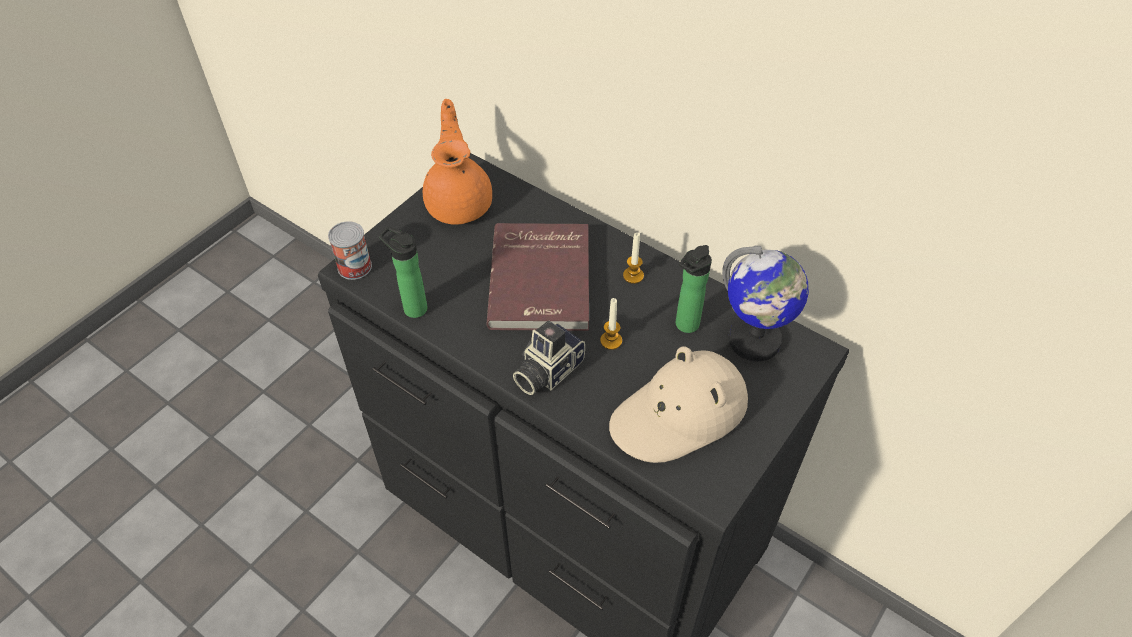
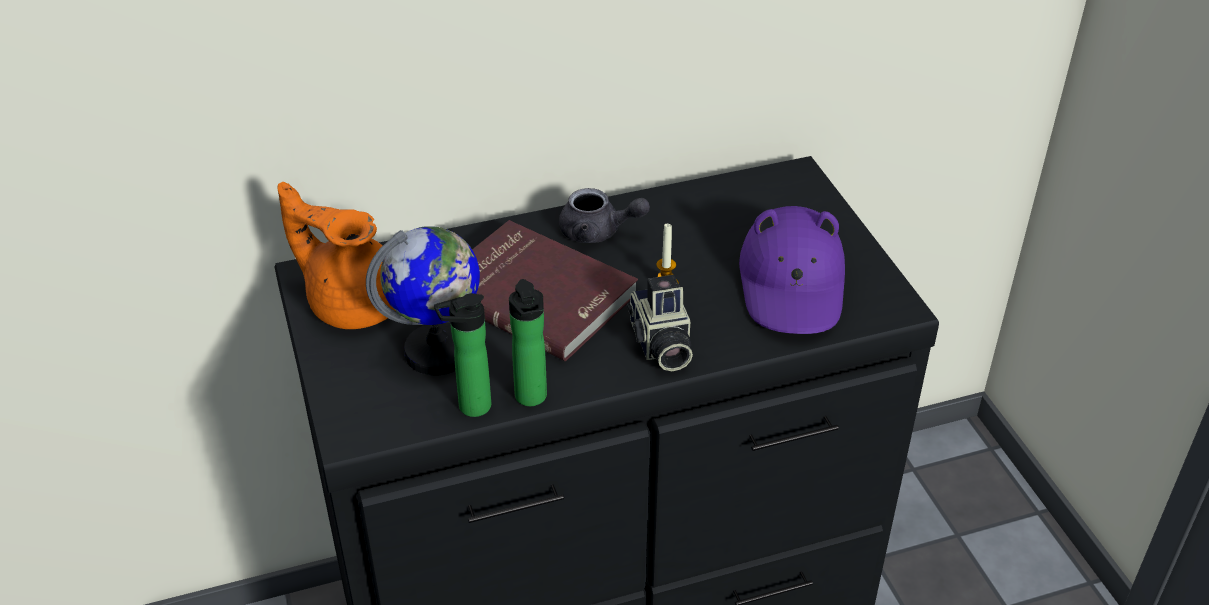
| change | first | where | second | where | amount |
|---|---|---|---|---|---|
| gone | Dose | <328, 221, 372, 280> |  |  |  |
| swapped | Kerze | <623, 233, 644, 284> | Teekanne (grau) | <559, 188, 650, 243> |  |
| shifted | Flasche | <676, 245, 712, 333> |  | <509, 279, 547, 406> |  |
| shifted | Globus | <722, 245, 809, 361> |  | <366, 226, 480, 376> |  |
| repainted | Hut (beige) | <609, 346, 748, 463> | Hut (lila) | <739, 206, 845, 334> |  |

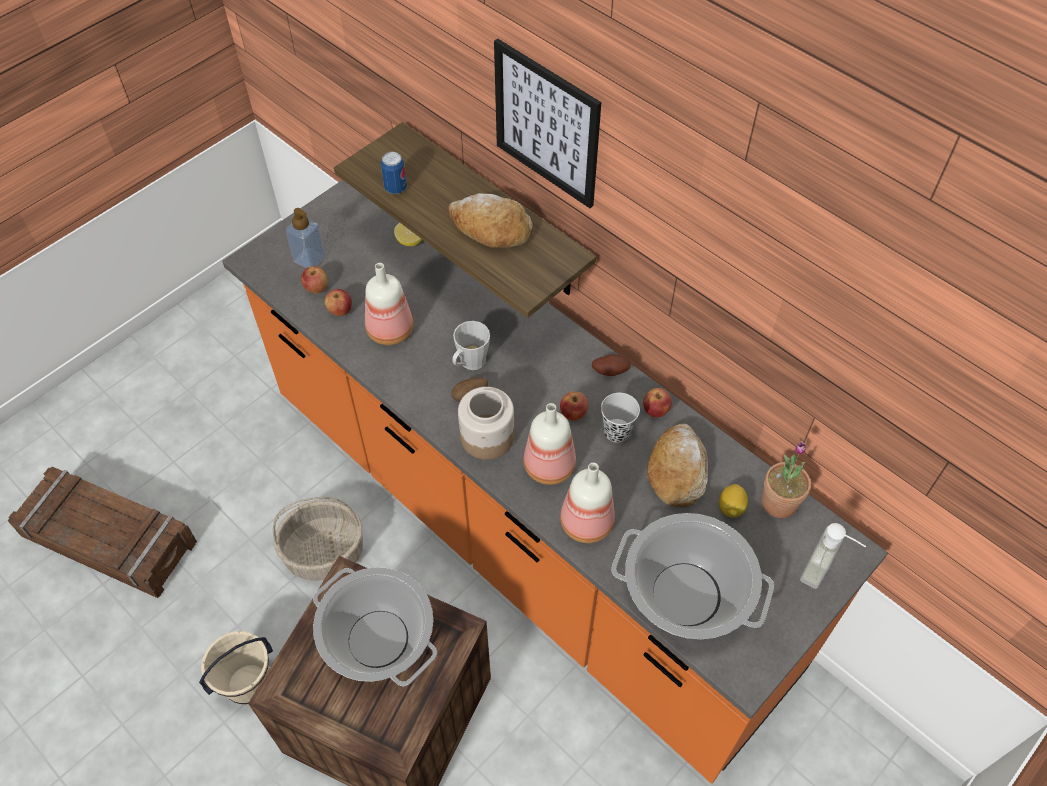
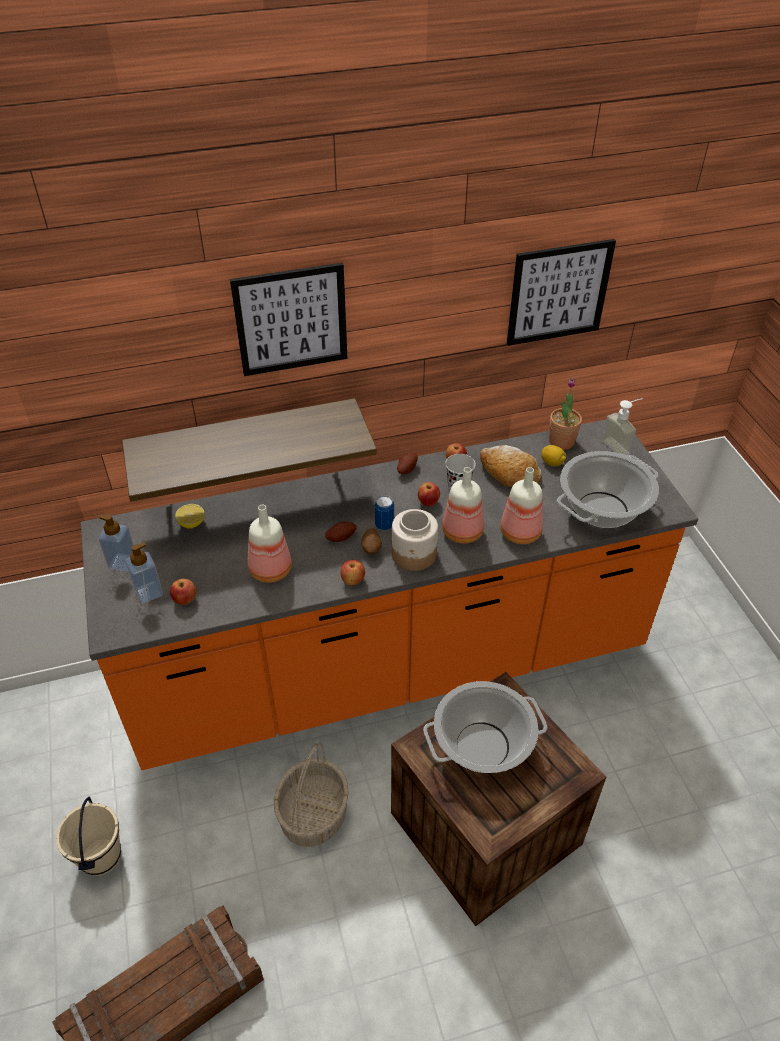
| change | first | where | second | where | amount |
|---|---|---|---|---|---|
| shifted | Dose | <381, 152, 407, 194> |  | <375, 496, 394, 530> |  |
| gone | Brot | <448, 193, 533, 248> |  |  |  |
| shifted | Apfel | <325, 289, 352, 316> |  | <340, 560, 365, 586> |  |
| swapped | Henkelbecher (grau) | <452, 321, 490, 370> | Kartoffel | <325, 522, 357, 542> |  |
| shifted | Eimer (beige) | <199, 631, 273, 705> |  | <56, 797, 121, 876> |  |
| new |  |  | Bild | <507, 239, 616, 346> |  |
| new |  |  | Seifenspender | <99, 515, 134, 572> |  |

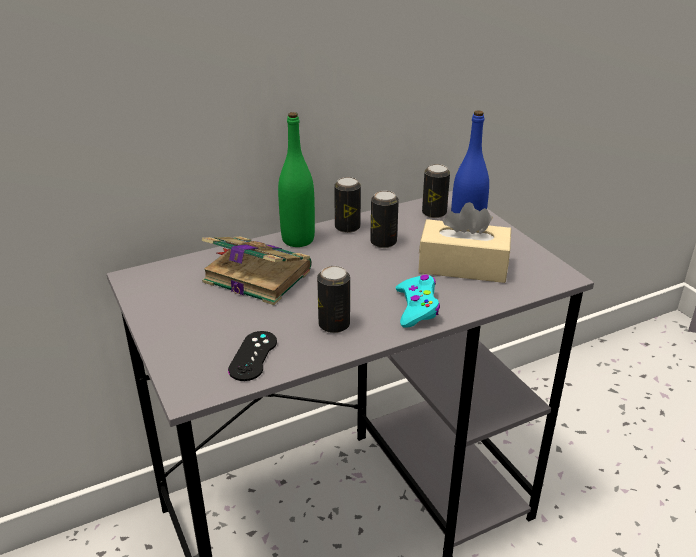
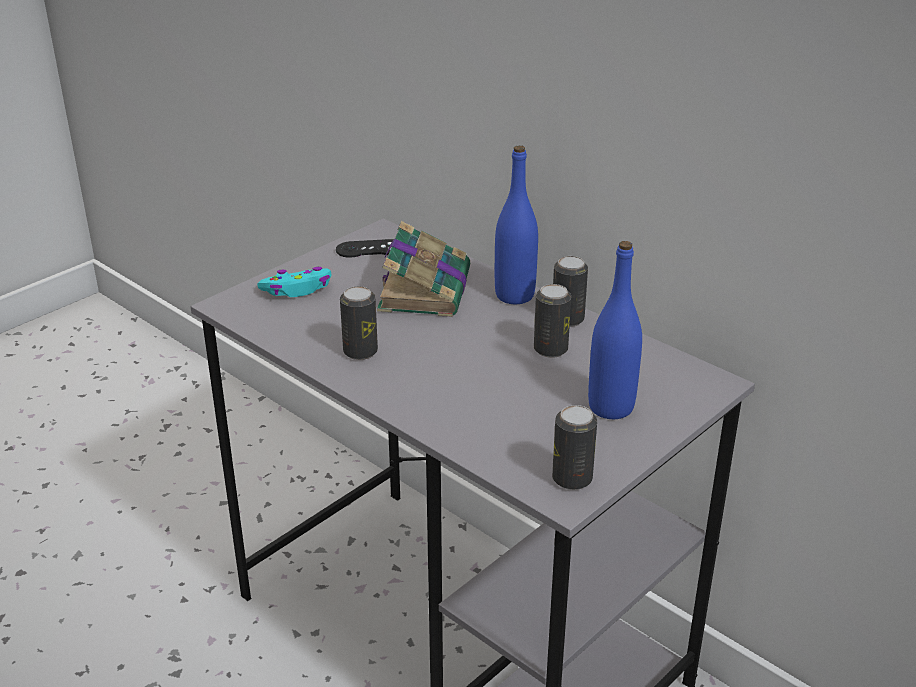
| change | first | where | second | where | amount |
|---|---|---|---|---|---|
| repainted | Flasche (grün) | <278, 112, 315, 247> | Flasche (blau) | <495, 145, 538, 304> |  |
| shifted | Dose | <422, 164, 450, 218> |  | <552, 405, 597, 490> |  |
| gone | Taschentuchbox (beige) | <418, 202, 511, 283> |  |  |  |
| shifted | Gamepad (türkis) | <396, 275, 440, 328> |  | <257, 267, 332, 297> |  |
| shifted | Gamepad (schwarz) | <228, 331, 277, 381> |  | <336, 239, 394, 258> |  |

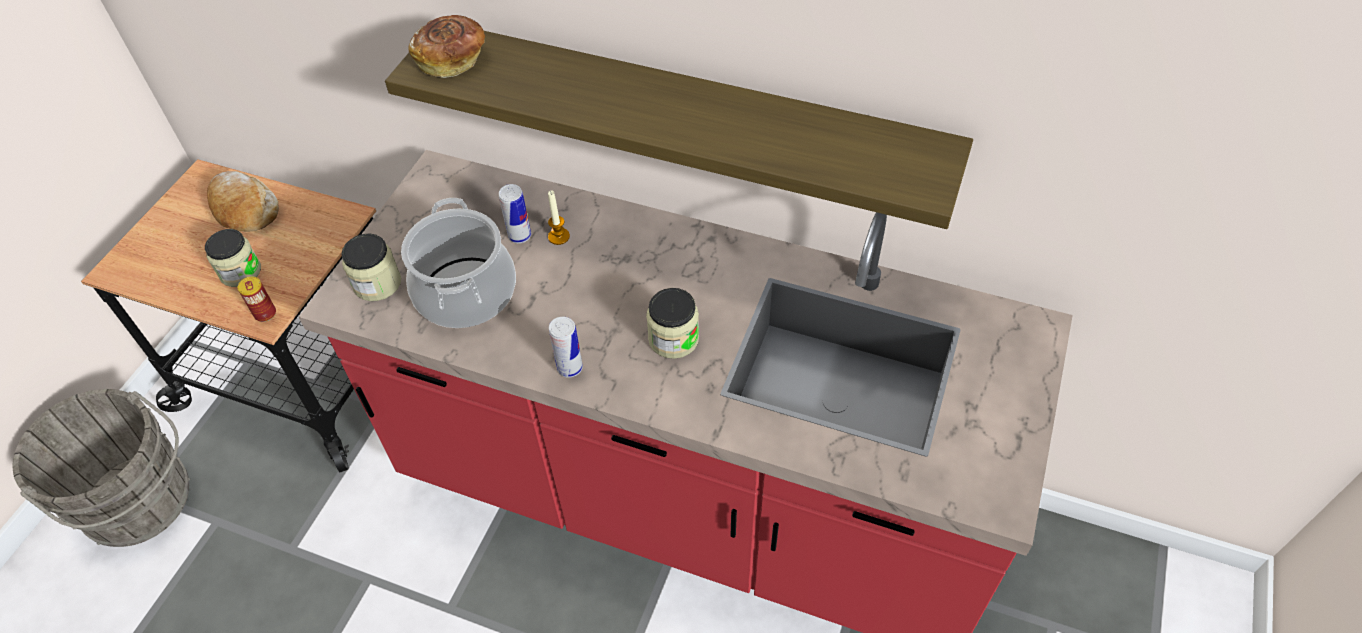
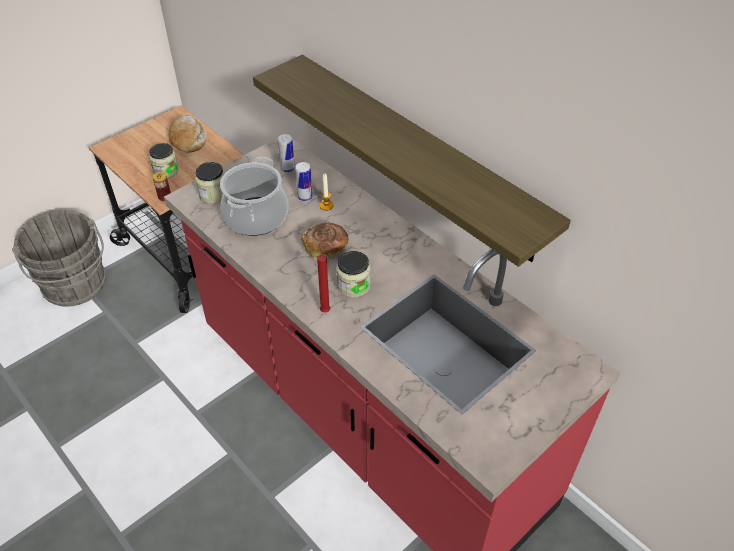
| change | first | where | second | where | amount |
|---|---|---|---|---|---|
| shifted | Brot | <408, 15, 485, 78> |  | <301, 223, 349, 260> |  |
| shifted | Dose | <549, 317, 583, 378> |  | <278, 134, 295, 173> |  |
| new |  |  | Kerze (rot) | <317, 254, 330, 312> |  |

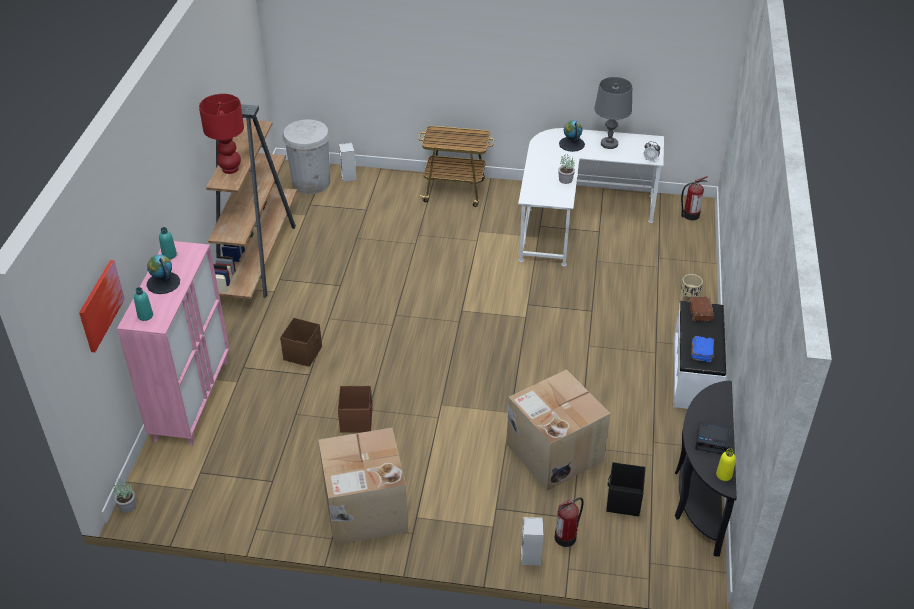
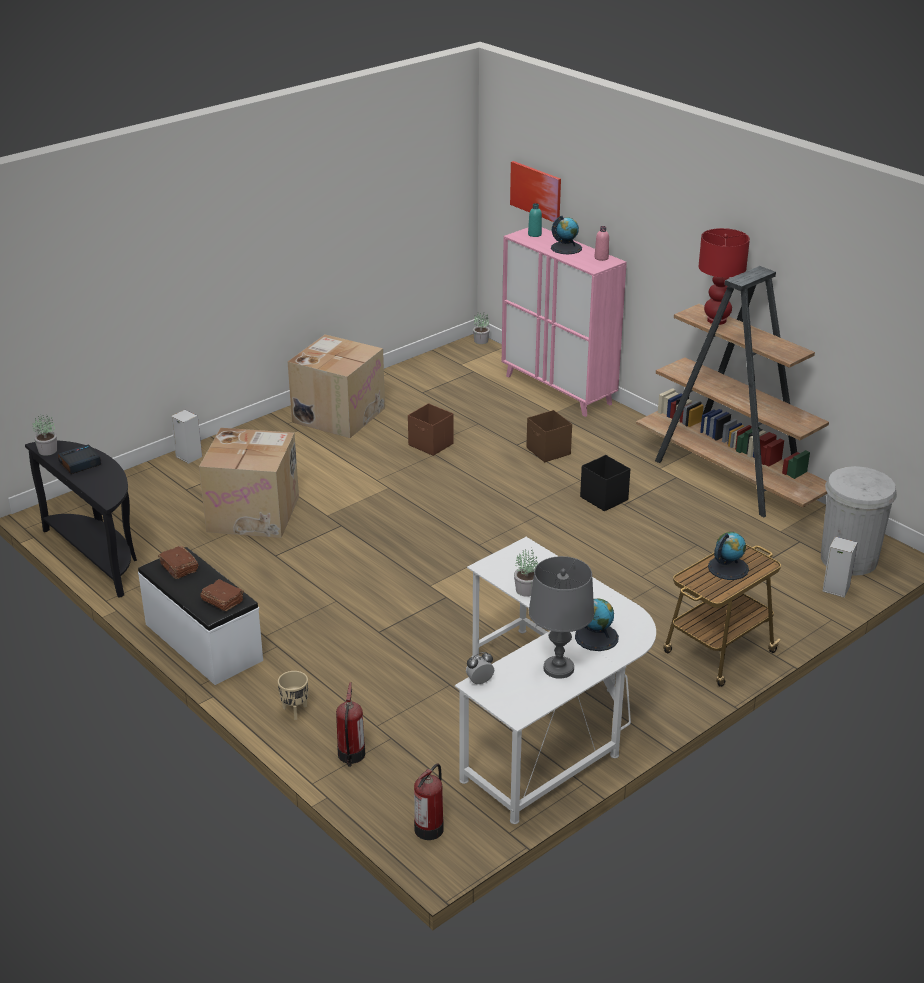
| change | first | where | second | where | amount |
|---|---|---|---|---|---|
| repainted | Flasche (türkis) | <159, 227, 177, 259> | Flasche (rosa) | <594, 226, 609, 261> |  |
| repainted | Buch (blau) | <691, 336, 714, 362> | Buch (braun) | <158, 546, 198, 579> |  |
| swapped | Flasche (gelb) | <716, 448, 736, 481> | Topfpflanze | <33, 414, 57, 456> |  |
| shifted | Aufbewahrungsbox (schwarz) | <606, 462, 645, 516> |  | <580, 455, 630, 511> |  |
| shifted | Feuerlöscher | <555, 497, 584, 547> |  | <336, 682, 365, 767> |  |
| new |  |  | Globus | <708, 532, 749, 580> |  |

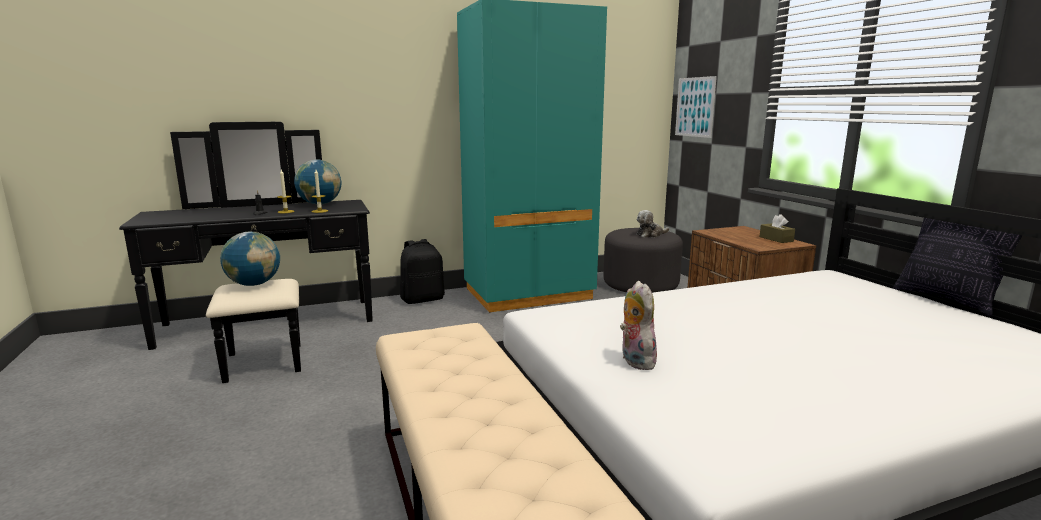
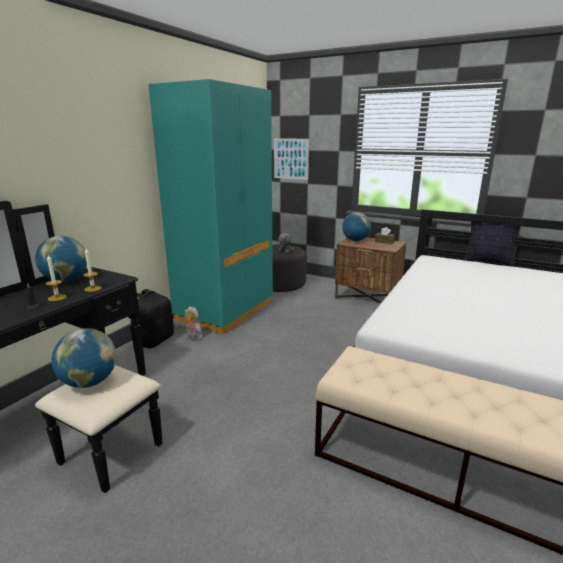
| change | first | where | second | where | amount |
|---|---|---|---|---|---|
| shifted | Plüschtier | <620, 281, 657, 370> |  | <184, 306, 203, 341> |  |
| new |  |  | Globus | <342, 212, 371, 241> |  |

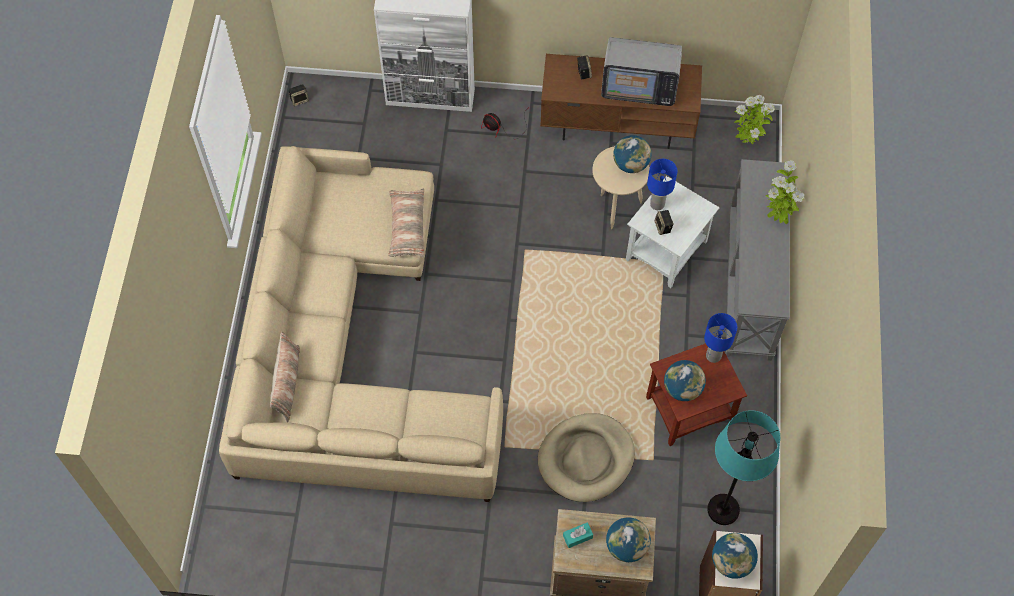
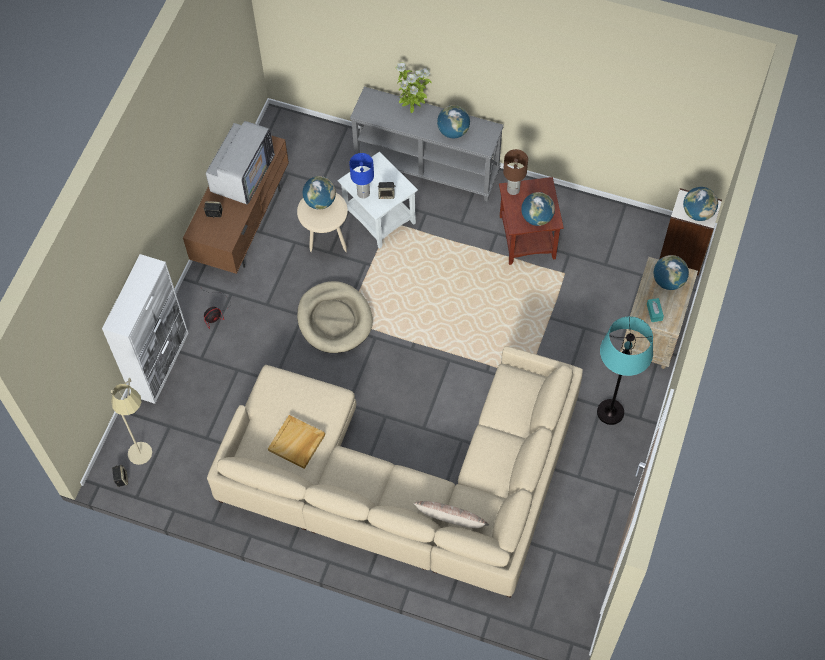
| change | first | where | second | where | amount |
|---|---|---|---|---|---|
| gone | Topfpflanze | <734, 95, 775, 144> |  |  |  |
| gone | Kissen | <388, 189, 424, 258> |  |  |  |
| repainted | Tischlampe (blau) | <704, 313, 737, 363> | Tischlampe (braun) | <503, 149, 528, 195> |  |
| shifted | Stehlampe (türkis) | <707, 410, 780, 525> |  | <597, 316, 653, 425> |  |
| shifted | Hundebett (beige) | <538, 413, 635, 502> |  | <297, 281, 373, 353> |  |
| new |  |  | Globus | <437, 105, 470, 138> |  |
| new |  |  | Stehlampe (beige) | <111, 378, 152, 465> |  |
| new |  |  | Tablett (beige) | <268, 415, 325, 469> |  |

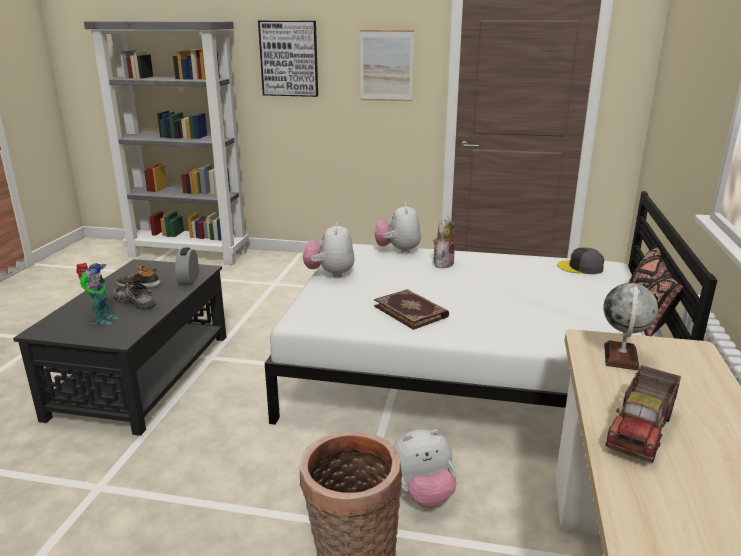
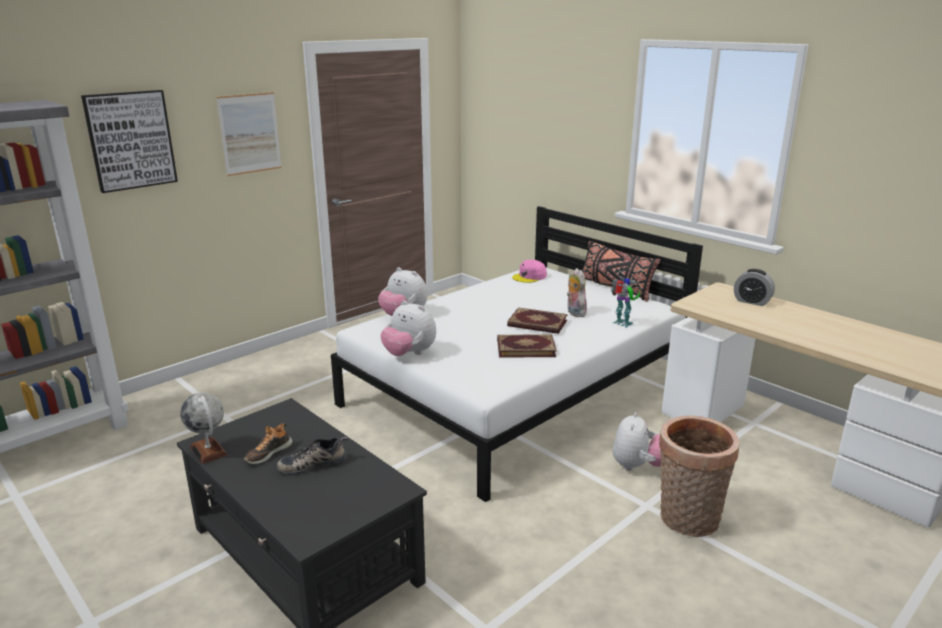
| change | first | where | second | where | amount |
|---|---|---|---|---|---|
| shifted | Plüschtier | <433, 216, 455, 268> |  | <567, 268, 587, 317> |  |
| repainted | Kappe (grau) | <557, 247, 604, 274> | Kappe (rosa) | <512, 260, 547, 283> |  |
| shifted | Wecker | <175, 248, 199, 285> |  | <734, 269, 775, 306> |  |
| shifted | Spielzeugroboter | <76, 263, 119, 325> |  | <611, 277, 640, 328> |  |
| shifted | Globus | <603, 283, 658, 370> |  | <180, 392, 228, 464> |  |
| gone | Spielzeuglaster | <606, 365, 681, 463> |  |  |  |
| new |  |  | Buch | <507, 307, 568, 334> |  |

